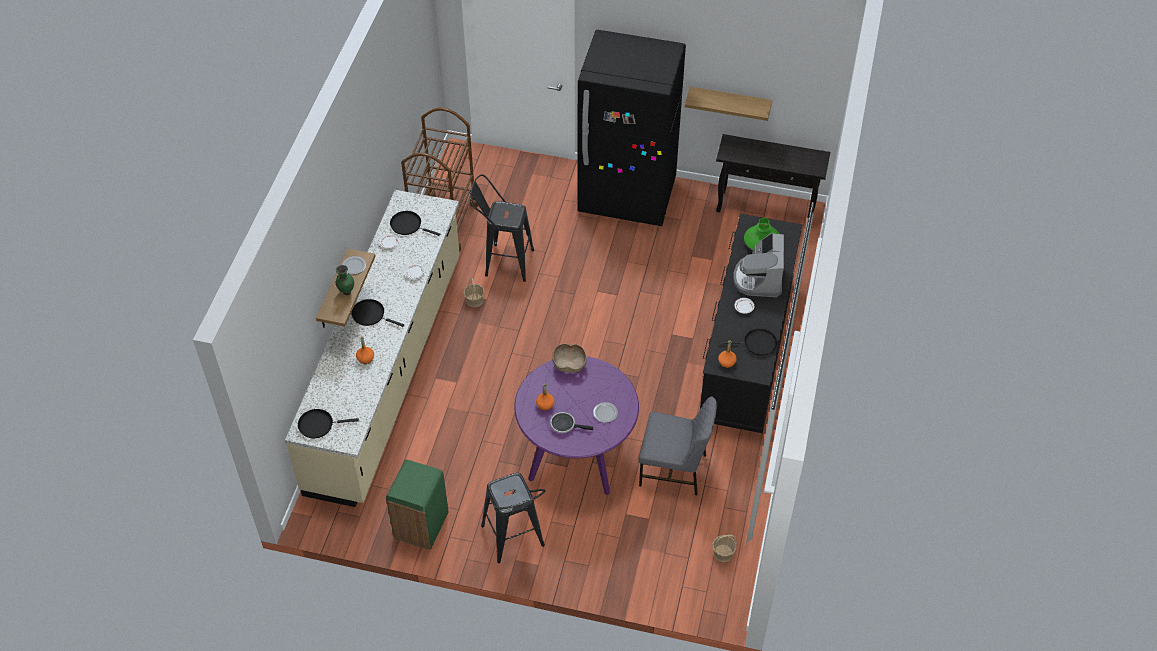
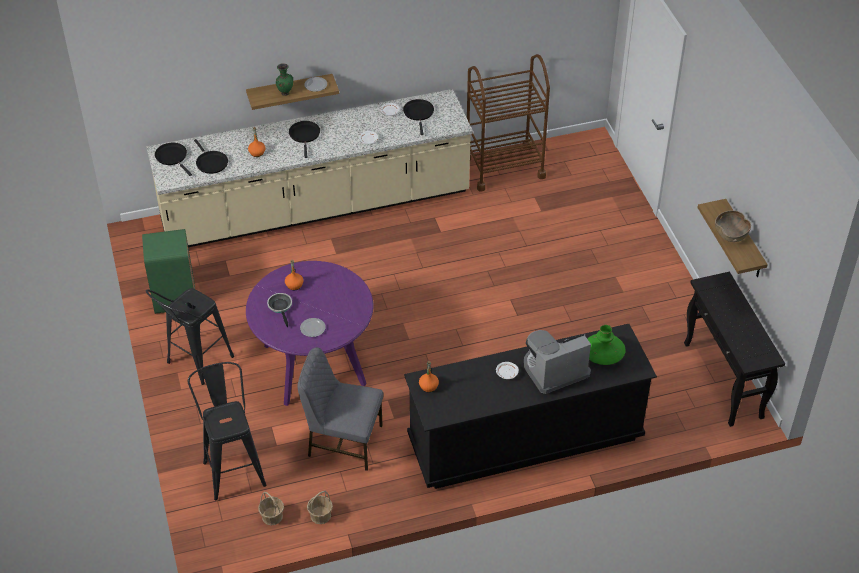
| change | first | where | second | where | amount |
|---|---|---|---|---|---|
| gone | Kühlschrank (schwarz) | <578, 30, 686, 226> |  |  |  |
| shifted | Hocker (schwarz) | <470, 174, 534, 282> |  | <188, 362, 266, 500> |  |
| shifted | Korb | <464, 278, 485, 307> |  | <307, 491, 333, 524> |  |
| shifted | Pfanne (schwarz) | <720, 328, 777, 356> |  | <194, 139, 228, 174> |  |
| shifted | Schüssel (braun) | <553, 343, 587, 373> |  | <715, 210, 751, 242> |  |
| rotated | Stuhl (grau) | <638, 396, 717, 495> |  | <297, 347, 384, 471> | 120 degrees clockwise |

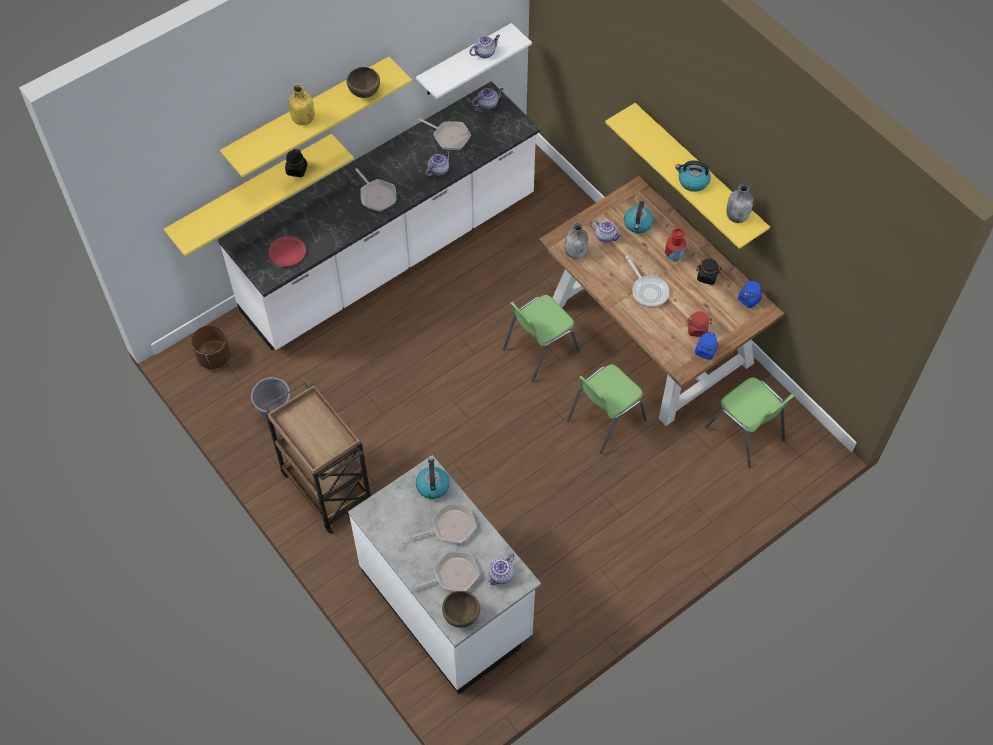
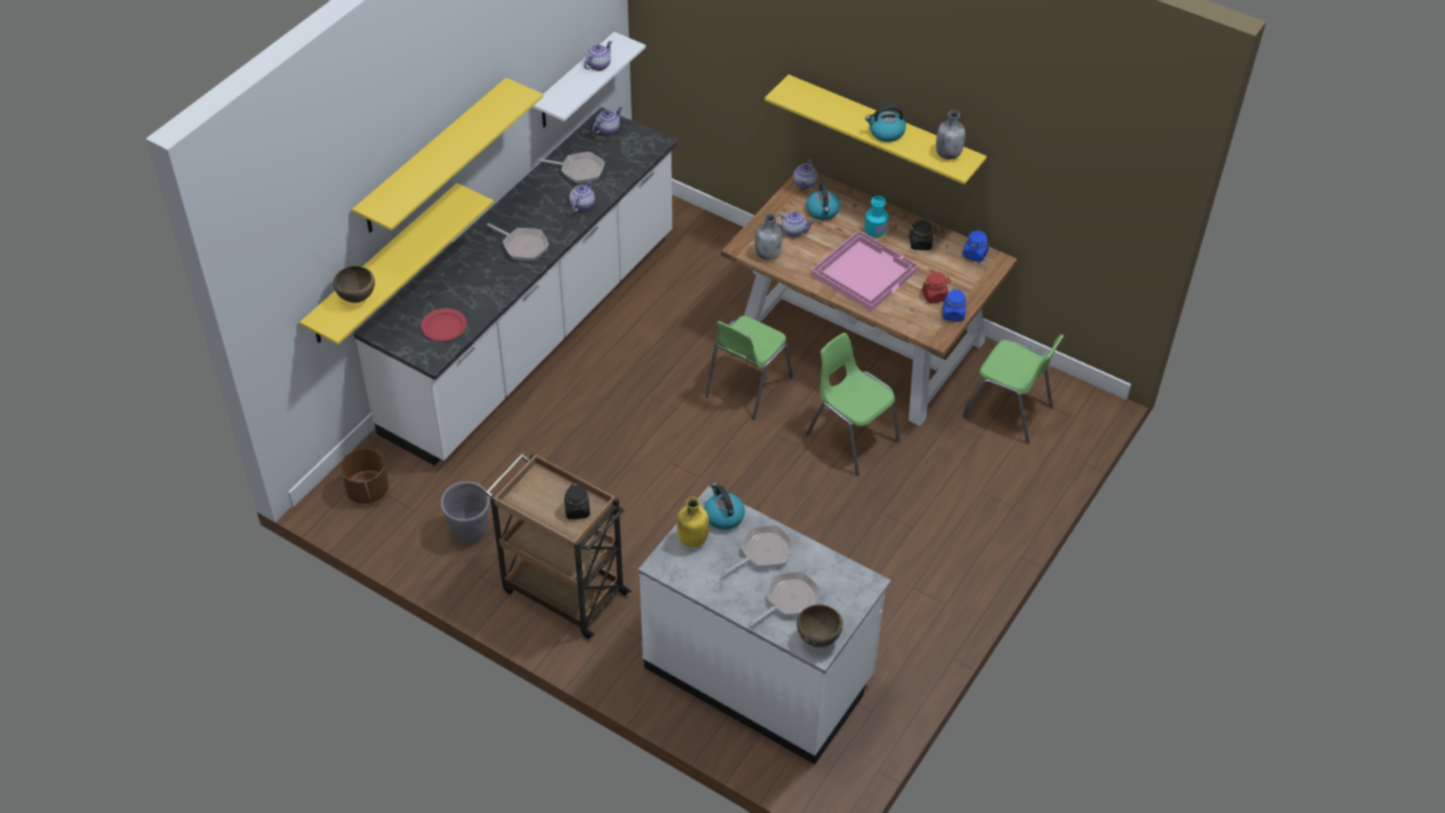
| change | first | where | second | where | amount |
|---|---|---|---|---|---|
| shifted | Schüssel (braun) | <347, 67, 380, 98> |  | <333, 266, 375, 303> |  |
| shifted | Flasche (gelb) | <289, 84, 315, 125> |  | <677, 497, 709, 547> |  |
| shifted | Vorratsglas (schwarz) | <285, 149, 307, 177> |  | <564, 483, 590, 519> |  |
| repainted | Flasche (rot) | <665, 228, 687, 261> | Flasche (türkis) | <865, 196, 888, 237> |  |
| swapped | Pfanne | <625, 256, 669, 307> | Tablett (rosa) | <811, 230, 919, 311> |  |
| rotated | Stuhl (grün) | <567, 364, 647, 454> |  | <806, 333, 900, 475> | 105 degrees clockwise |
| shifted | Teekanne | <487, 553, 514, 585> |  | <793, 159, 818, 190> |  |

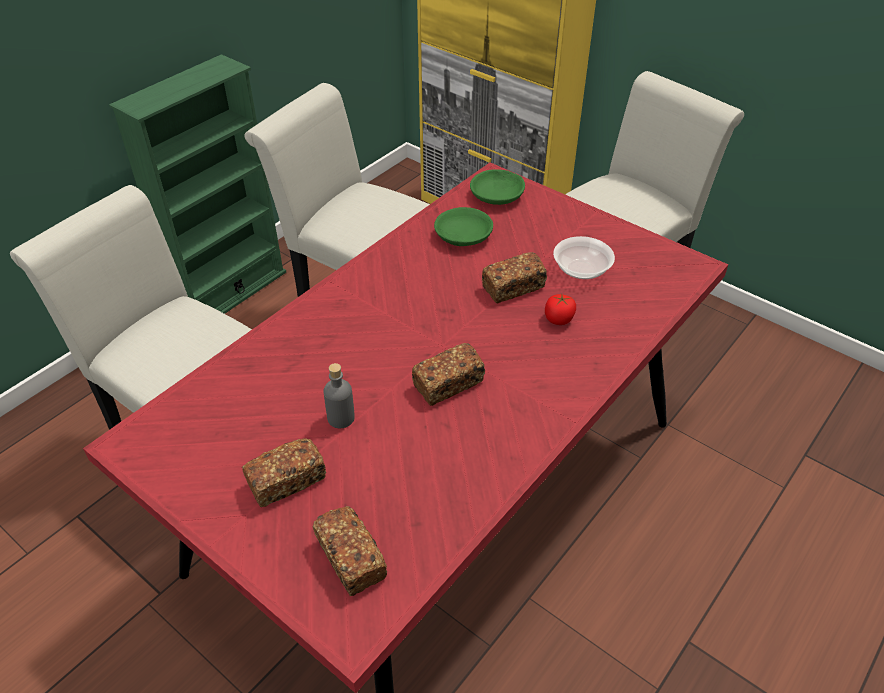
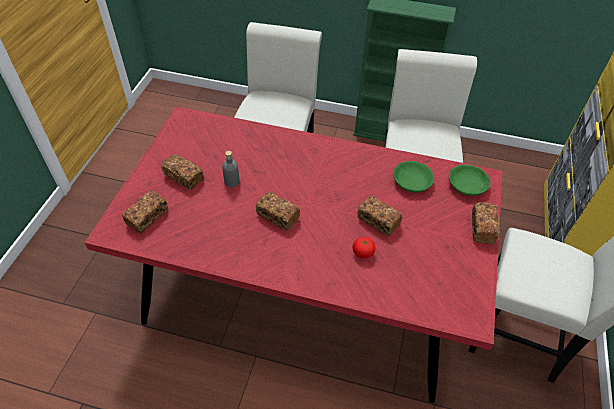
| change | first | where | second | where | amount |
|---|---|---|---|---|---|
| gone | Schüssel | <553, 236, 615, 279> |  |  |  |
| new |  |  | Brot | <472, 202, 500, 244> |  |

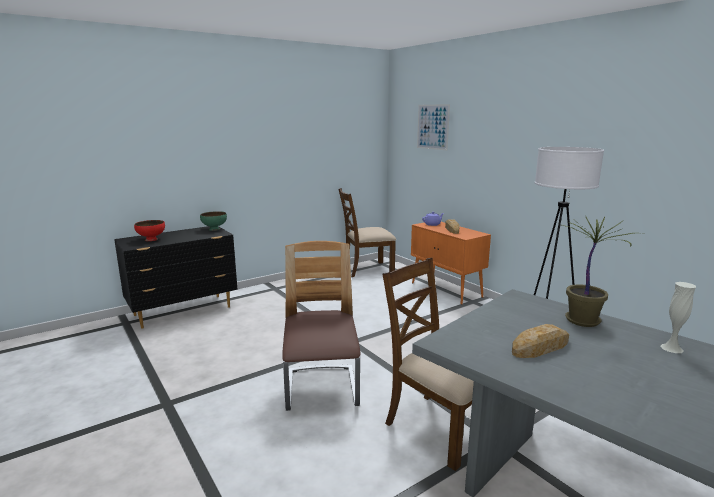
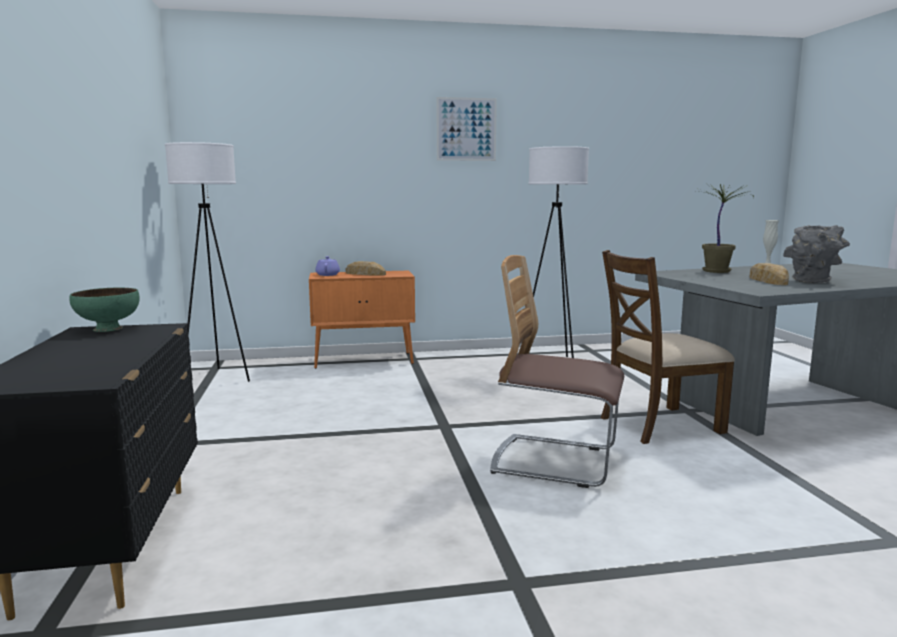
| change | first | where | second | where | amount |
|---|---|---|---|---|---|
| shifted | Bild | <417, 104, 450, 150> |  | <437, 97, 497, 161> |  |
| swapped | Stuhl (braun) | <338, 188, 396, 277> | Stehlampe (weiß) | <165, 142, 250, 382> |  |
| gone | Schüssel (rot) | <134, 220, 165, 241> |  |  |  |
| new |  |  | Vase (grau) | <783, 225, 850, 283> |  |

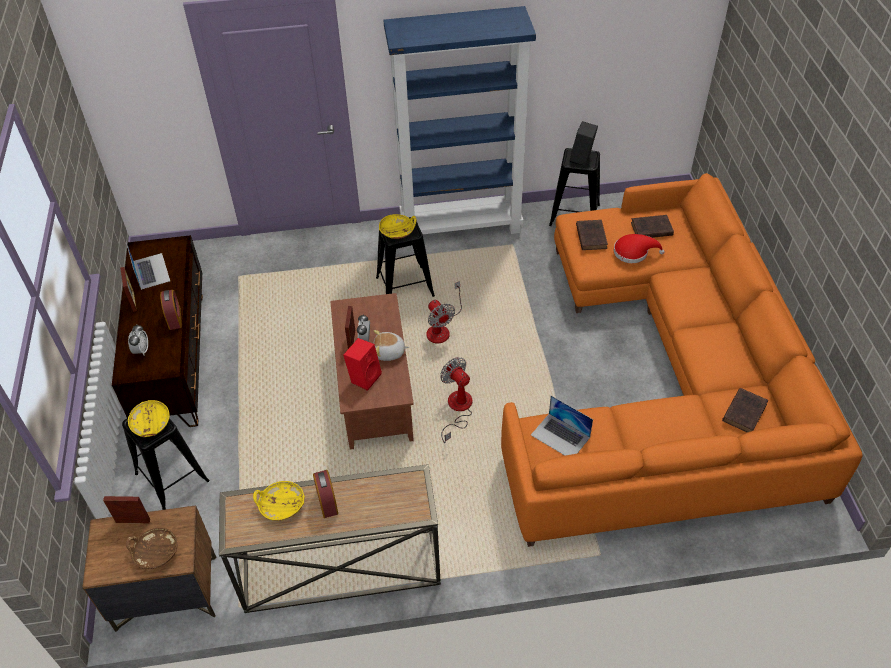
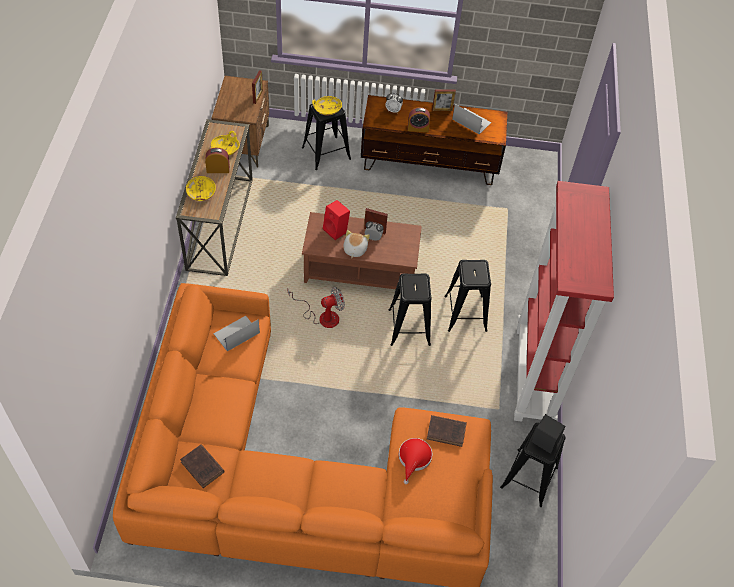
| change | first | where | second | where | amount |
|---|---|---|---|---|---|
| repainted | Bücherregal (blau) | <383, 6, 536, 246> | Bücherregal (rot) | <514, 181, 614, 422> |  |
| shifted | Schüssel (gelb) | <379, 214, 416, 239> |  | <186, 176, 216, 201> |  |
| gone | Buch (braun) | <631, 215, 674, 238> |  |  |  |
| rotated | Laptop | <126, 242, 170, 290> |  | <452, 104, 491, 134> | 135 degrees counterclockwise |
| swapped | Ventilator | <426, 281, 462, 343> | Hocker (schwarz) | <389, 273, 432, 346> |  |
| gone | Schüssel (braun) | <126, 528, 178, 569> |  |  |  |

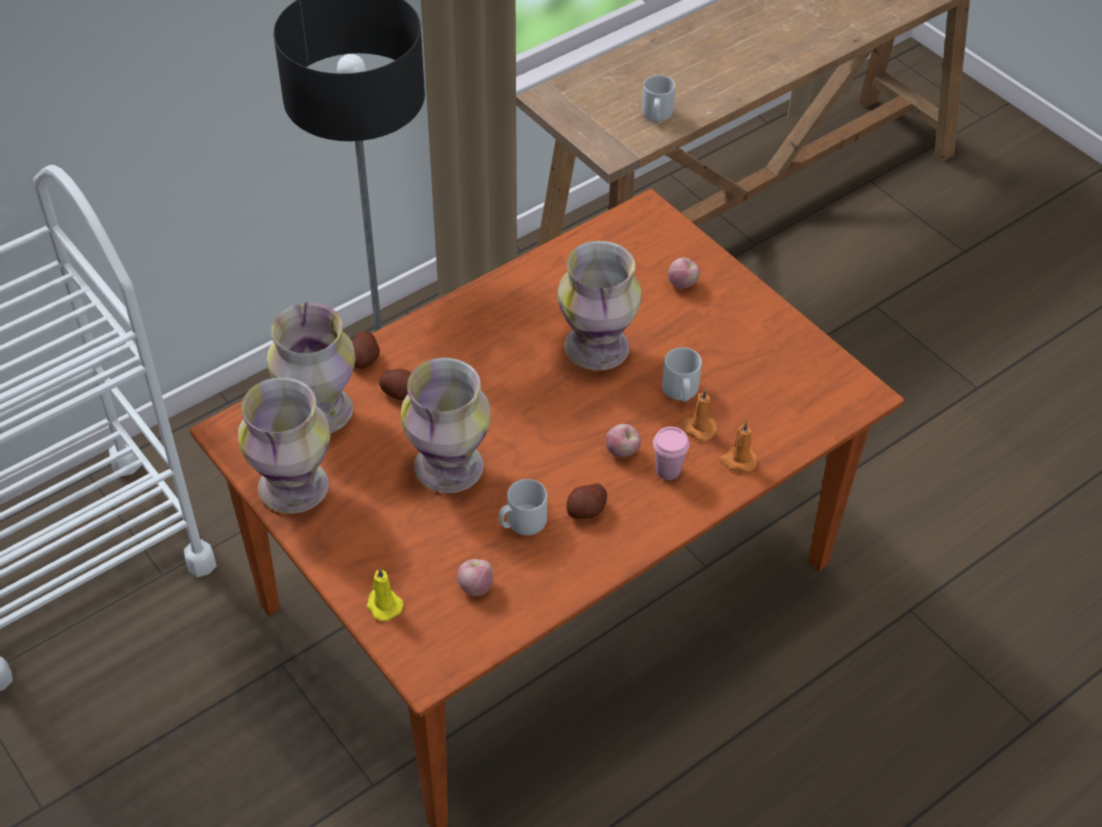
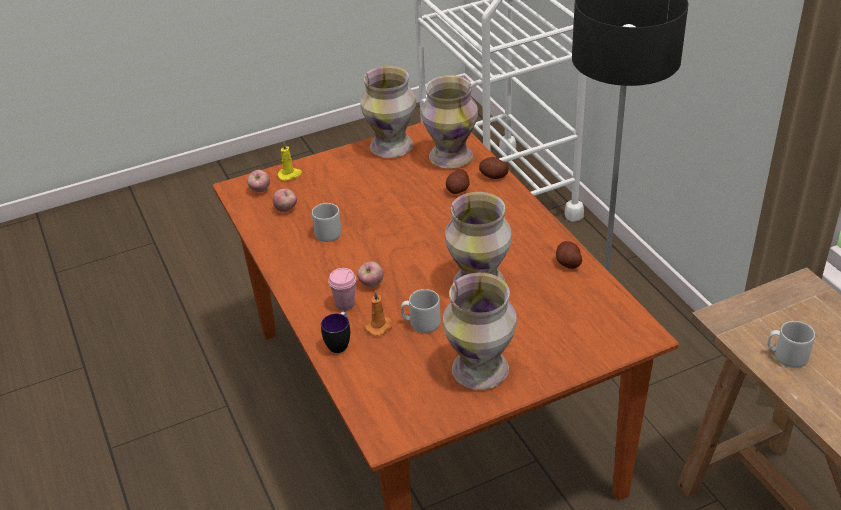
| change | first | where | second | where | amount |
|---|---|---|---|---|---|
| shifted | Apfel | <668, 257, 700, 289> |  | <247, 170, 270, 192> |  |
| shifted | Vase | <401, 358, 491, 493> |  | <443, 273, 517, 390> |  |
| swapped | Kerze (orange) | <719, 421, 758, 472> | Henkelbecher | <321, 312, 350, 353> |  |
| shifted | Kartoffel | <567, 483, 607, 519> |  | <556, 241, 582, 269> |  |

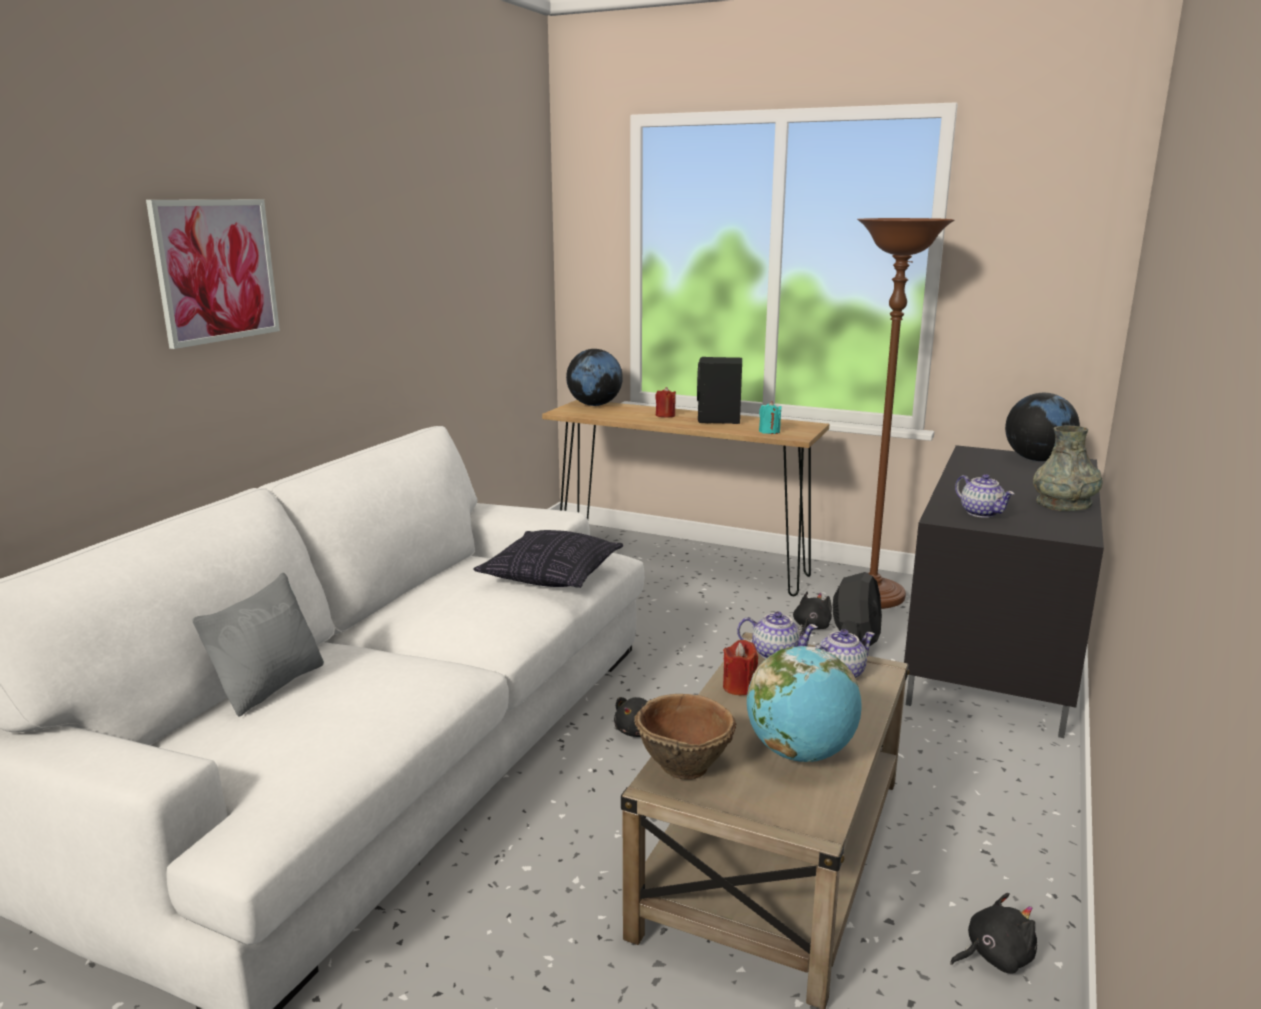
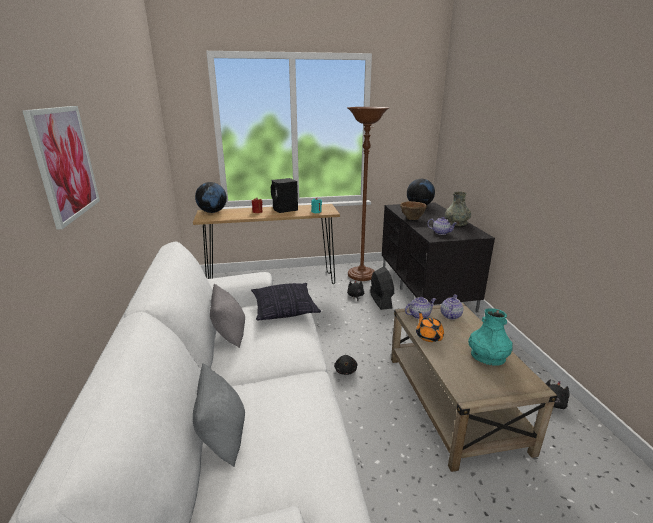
| change | first | where | second | where | amount |
|---|---|---|---|---|---|
| swapped | Kerze (rot) | <723, 640, 758, 695> | Teekanne (orange) | <416, 311, 444, 342> |  |
| swapped | Globus | <747, 646, 862, 762> | Vase (türkis) | <468, 308, 513, 366> |  |
| shifted | Schüssel (braun) | <634, 694, 736, 779> |  | <400, 201, 427, 220> |  |
| new |  |  | Kissen (grau) | <210, 284, 245, 348> |  |

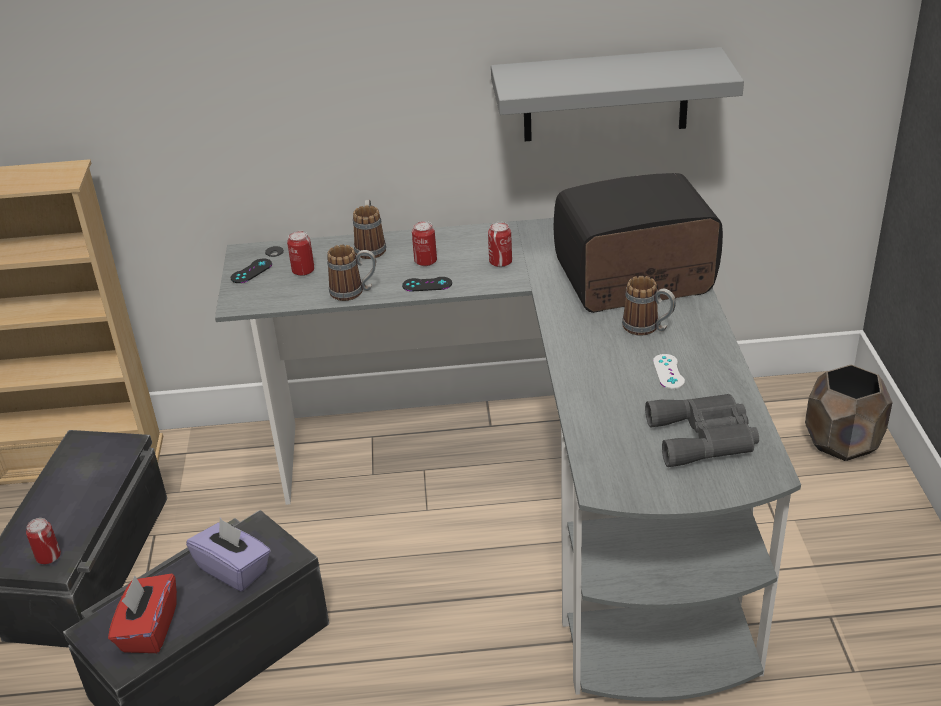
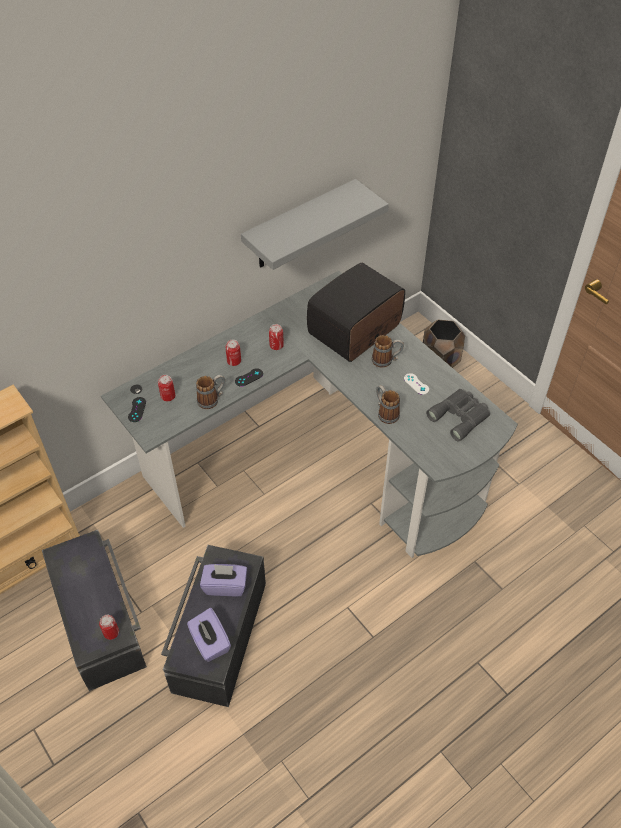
| change | first | where | second | where | amount |
|---|---|---|---|---|---|
| shifted | Henkelbecher | <353, 200, 386, 259> |  | <376, 385, 400, 424> |  |
| repainted | Taschentuchbox (rot) | <108, 573, 177, 653> | Taschentuchbox (lila) | <187, 608, 231, 662> |  |

